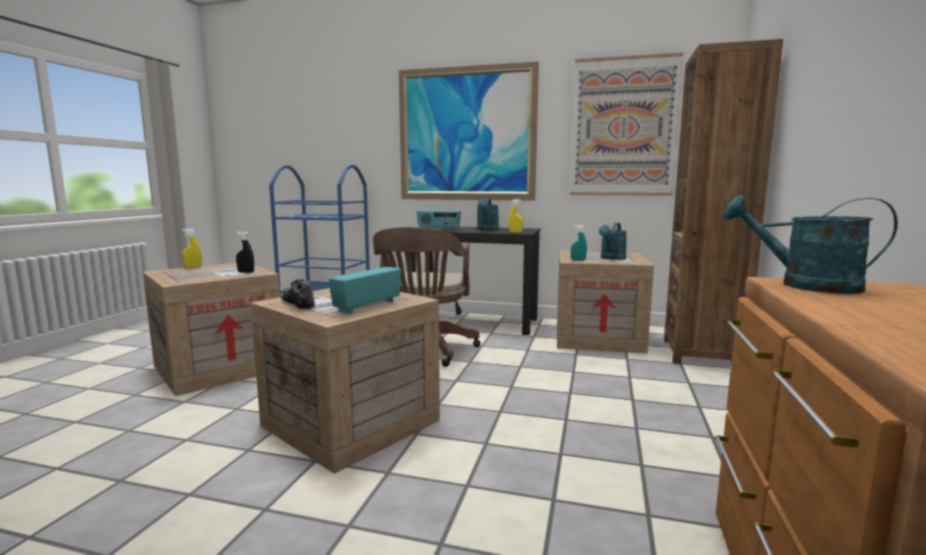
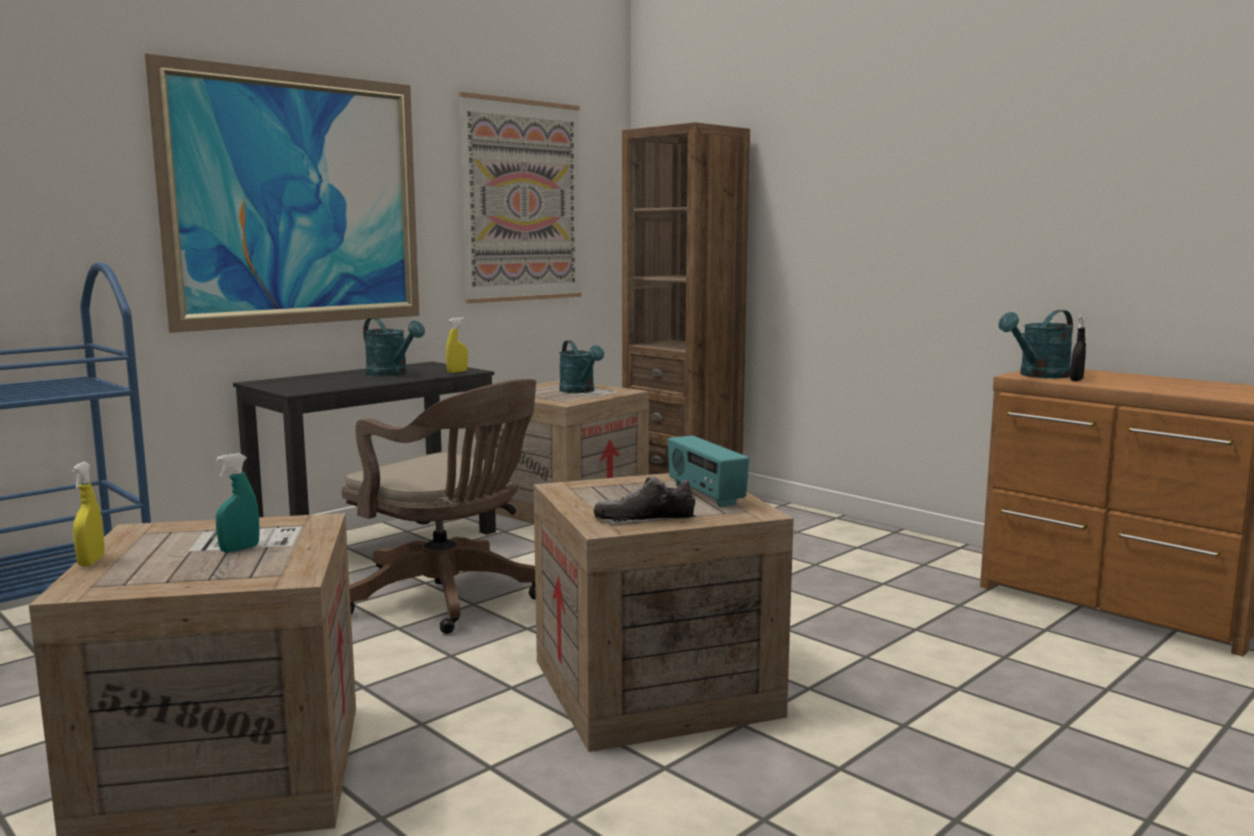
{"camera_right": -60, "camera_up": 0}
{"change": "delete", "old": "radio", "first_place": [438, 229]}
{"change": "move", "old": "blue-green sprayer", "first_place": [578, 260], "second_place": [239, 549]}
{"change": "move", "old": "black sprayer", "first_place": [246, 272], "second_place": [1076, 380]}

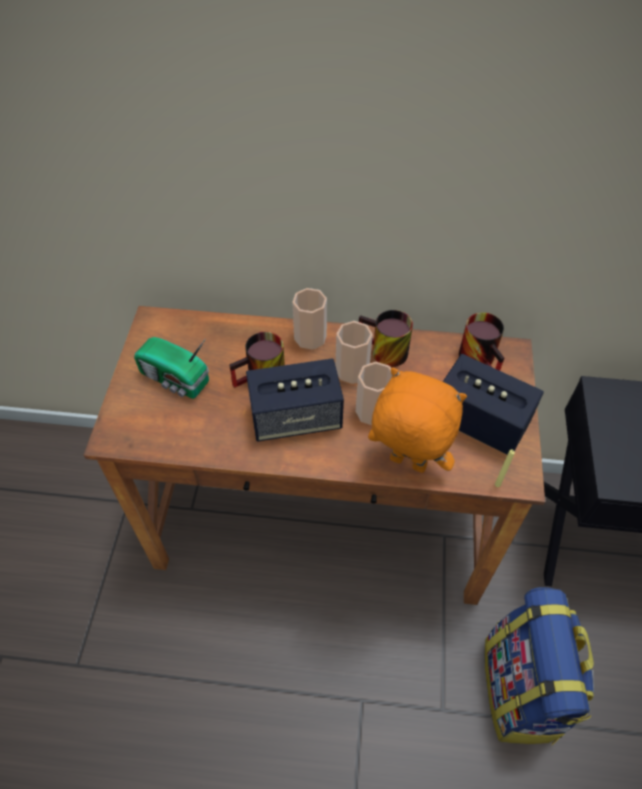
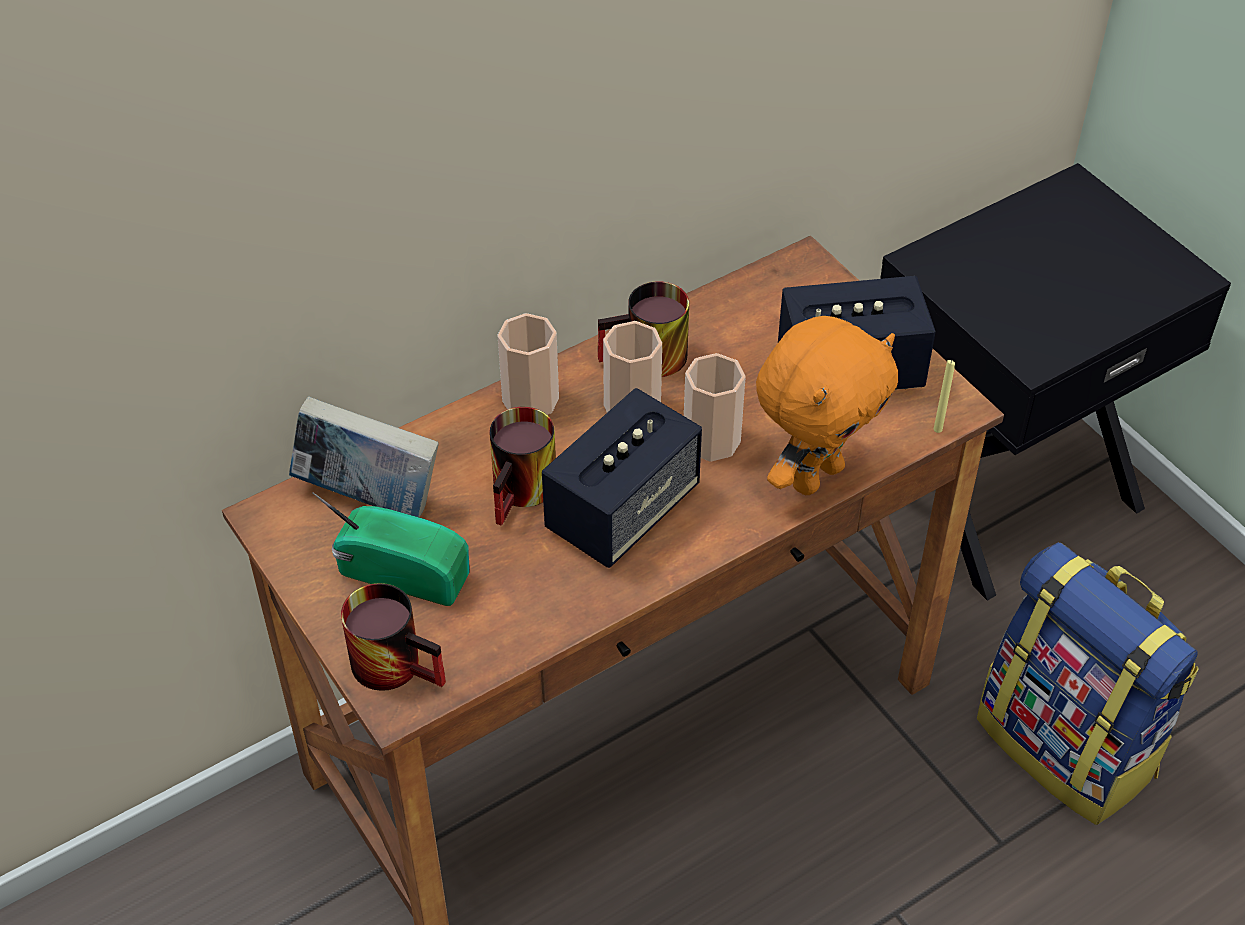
{"camera_right": -40, "camera_up": -5}
{"change": "move", "old": "mug", "first_place": [482, 359], "second_place": [399, 662]}
{"change": "rotate", "old": "radio", "first_place": [175, 380], "second_place": [402, 570], "degrees": -150}
{"change": "rotate", "old": "orange soft toy", "first_place": [406, 464], "second_place": [815, 475], "degrees": 150}
{"change": "insert", "new": "volume", "second_place": [369, 497]}

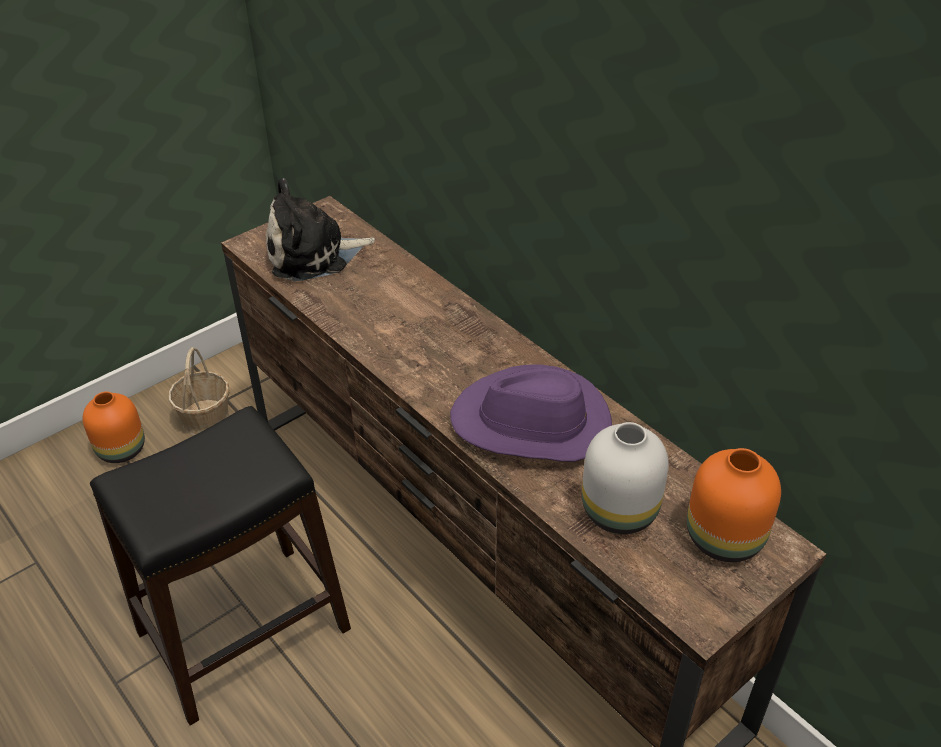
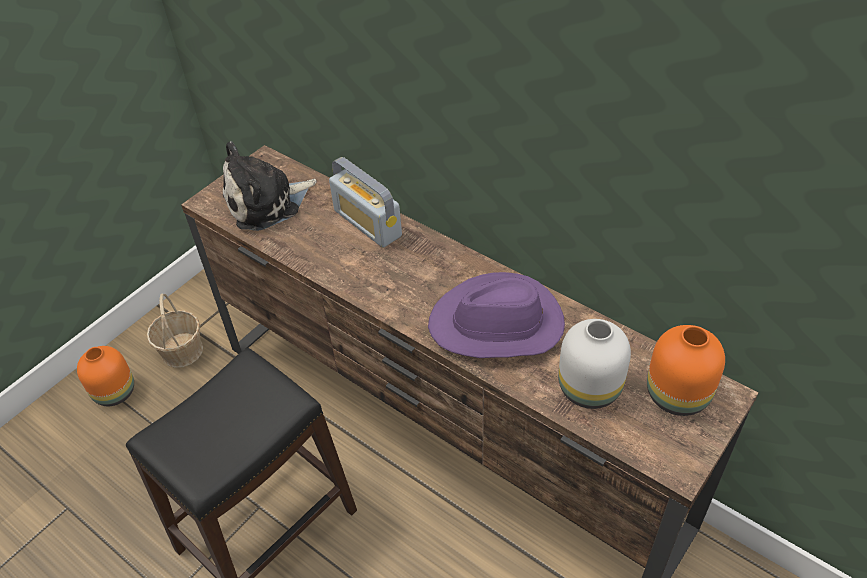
{"camera_right": -10, "camera_up": 5}
{"change": "insert", "new": "radio", "second_place": [367, 223]}

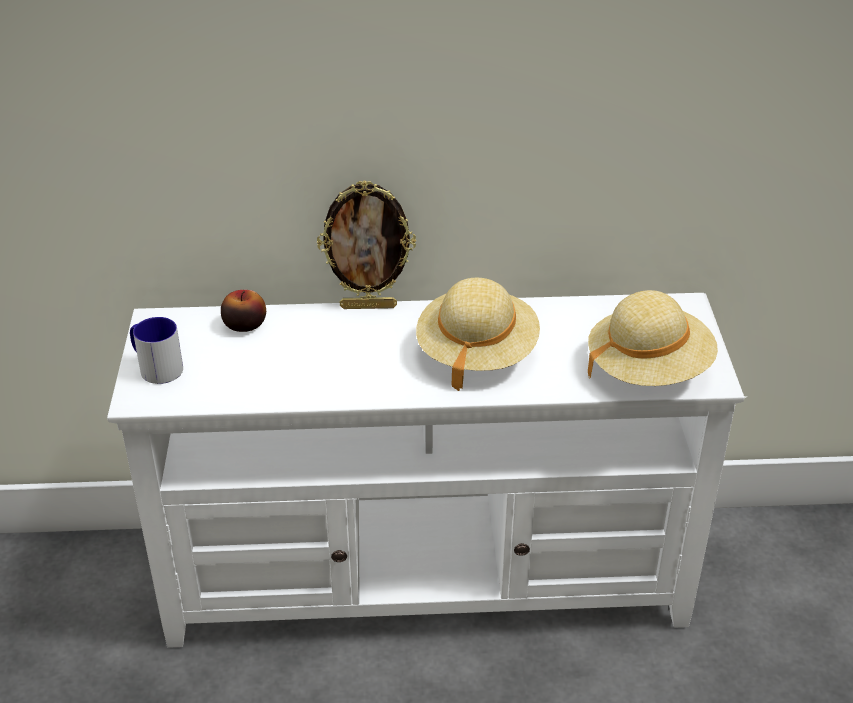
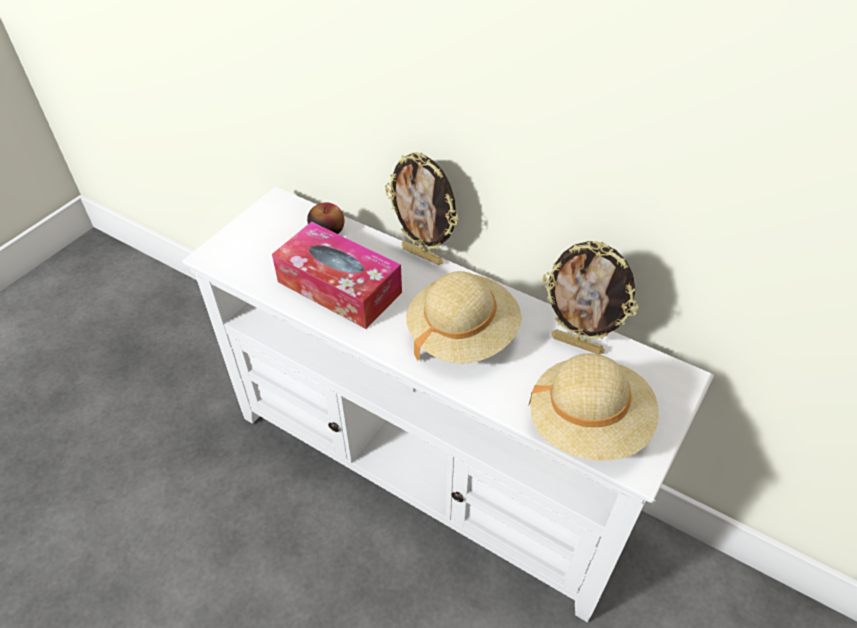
{"camera_right": 35, "camera_up": 10}
{"change": "delete", "old": "mug", "first_place": [156, 367]}
{"change": "insert", "new": "box of tissues", "second_place": [339, 287]}
{"change": "insert", "new": "picture frame", "second_place": [577, 344]}

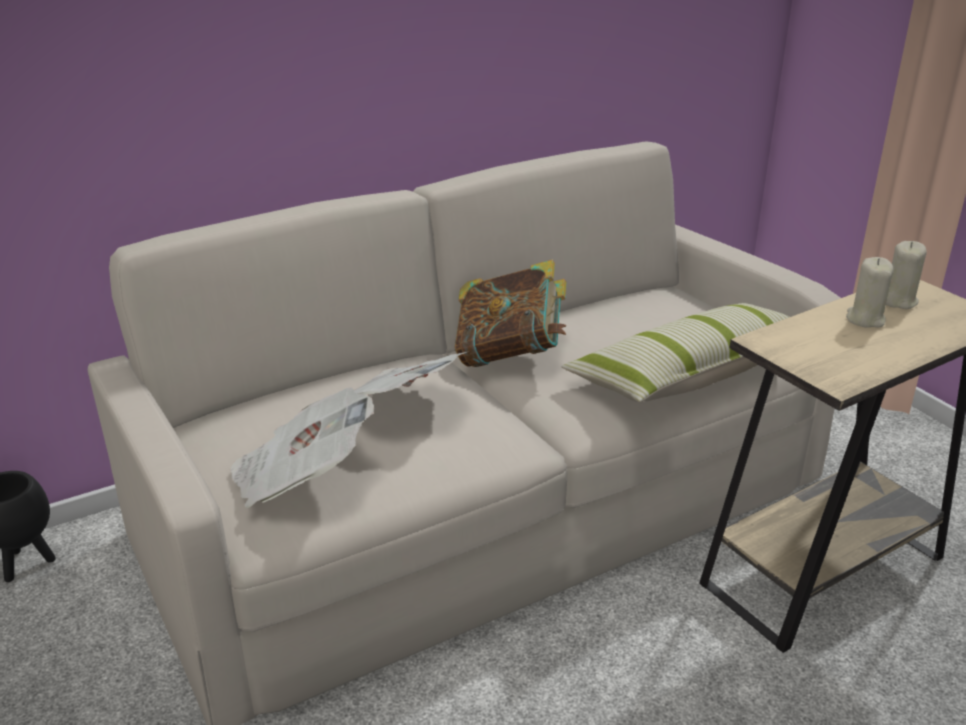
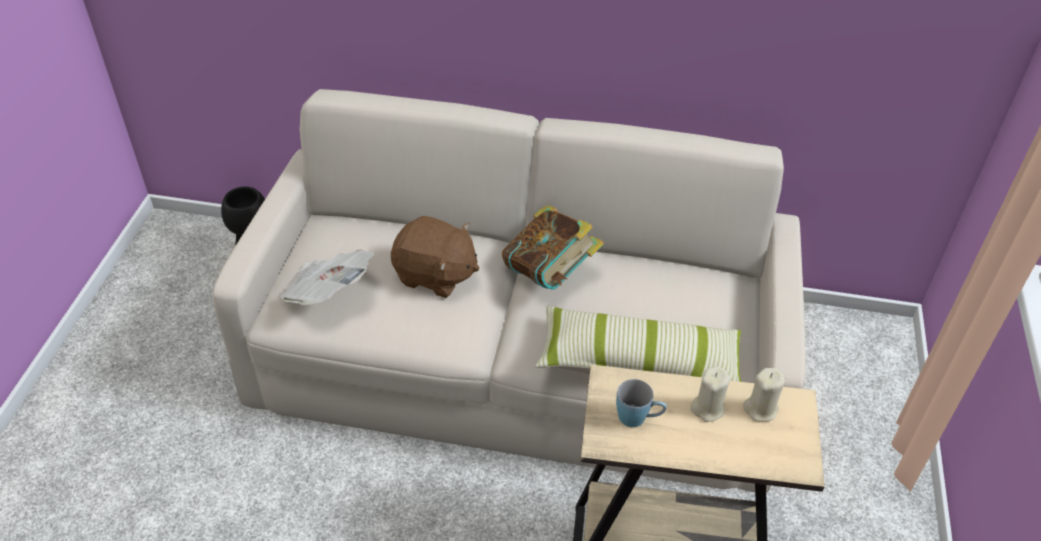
{"camera_right": 40, "camera_up": 15}
{"change": "replace", "old": "printed paper", "new": "brown-coloured soft toy", "first_place": [403, 404], "second_place": [435, 275]}
{"change": "insert", "new": "blue-coloured mug", "second_place": [638, 418]}

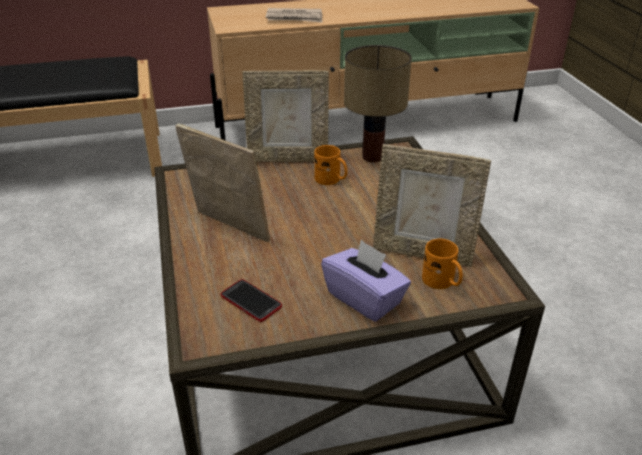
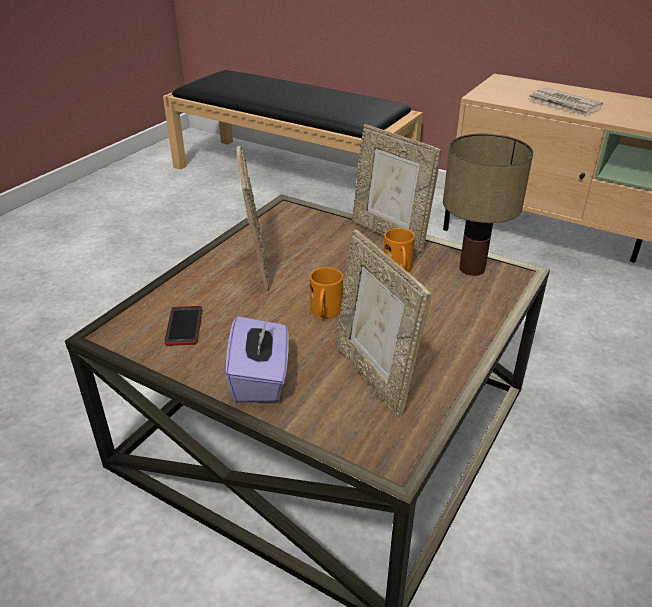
{"camera_right": 45, "camera_up": 0}
{"change": "move", "old": "orange mug", "first_place": [442, 282], "second_place": [325, 313]}

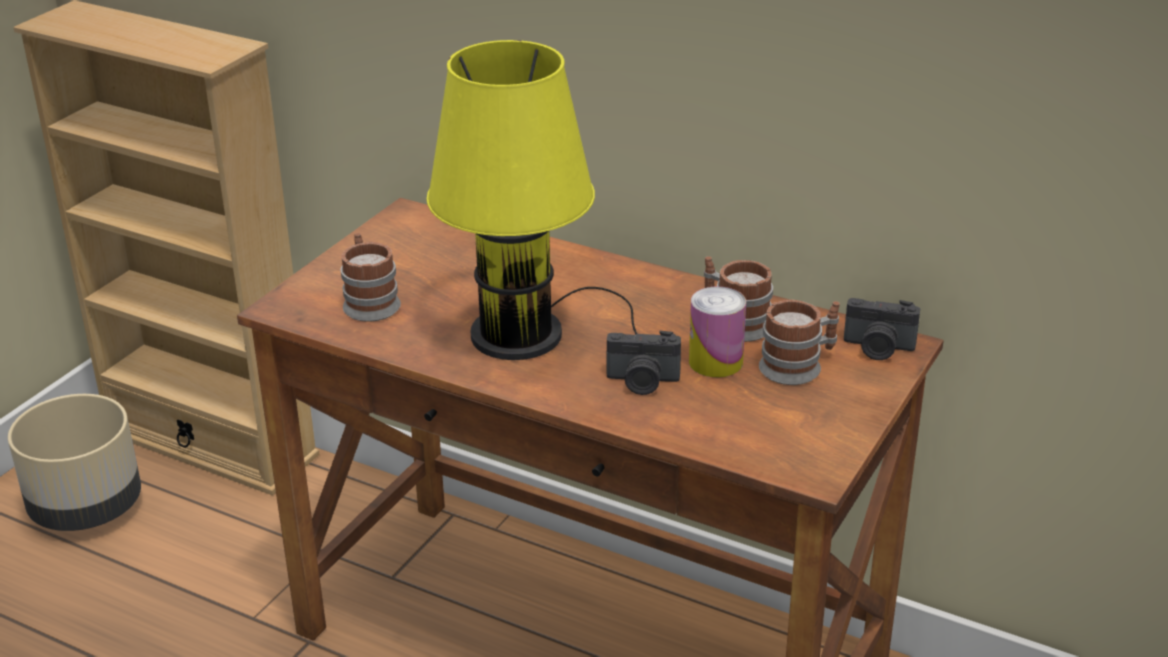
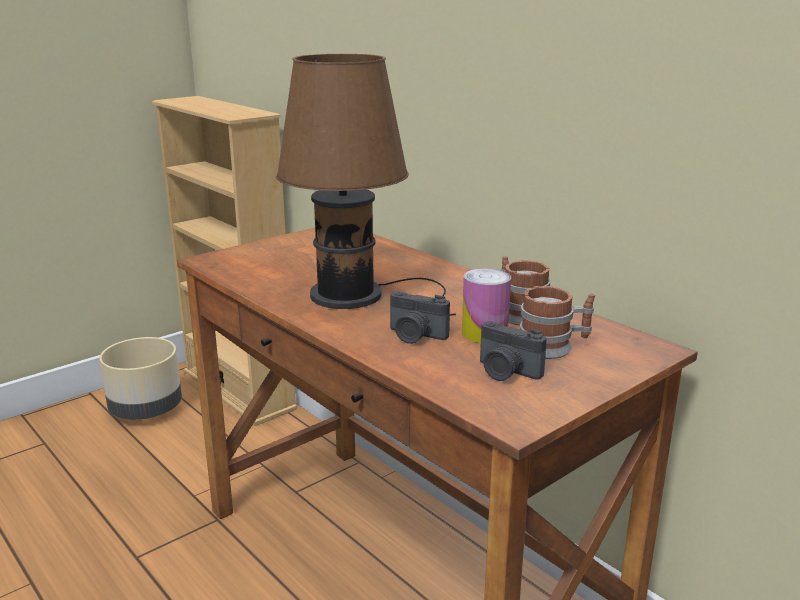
{"camera_right": 20, "camera_up": -10}
{"change": "recolor", "old": "yellow-coloured tabletop lamp", "new": "brown-coloured tabletop lamp", "first_place": [527, 332], "second_place": [355, 295]}
{"change": "delete", "old": "mug", "first_place": [369, 302]}
{"change": "move", "old": "photo camera", "first_place": [878, 348], "second_place": [506, 372]}

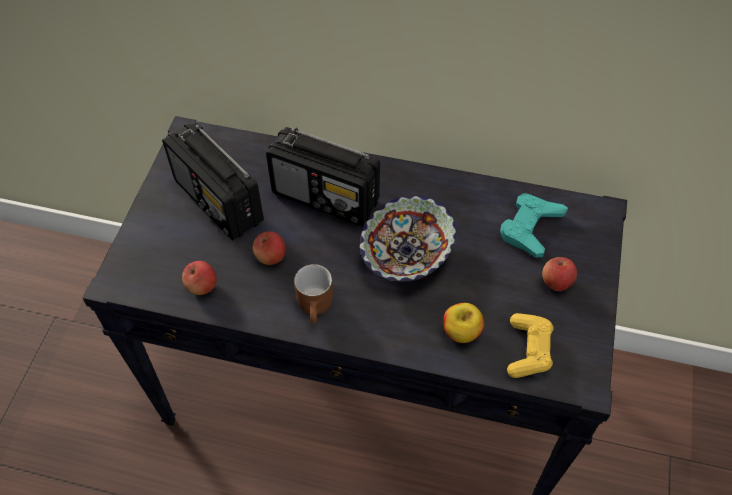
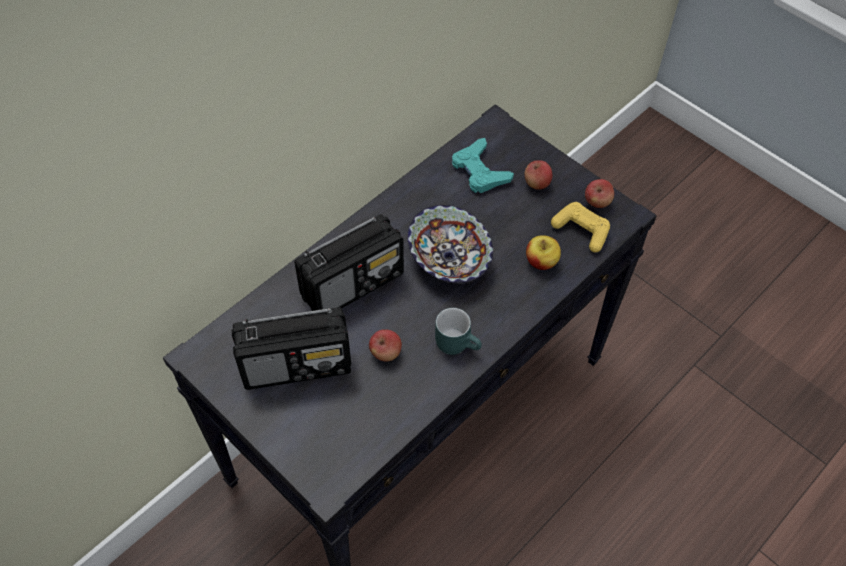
{"camera_right": -60, "camera_up": 0}
{"change": "move", "old": "apple", "first_place": [202, 286], "second_place": [597, 202]}
{"change": "recolor", "old": "brown-coloured mug", "new": "blue-green mug", "first_place": [317, 306], "second_place": [458, 343]}

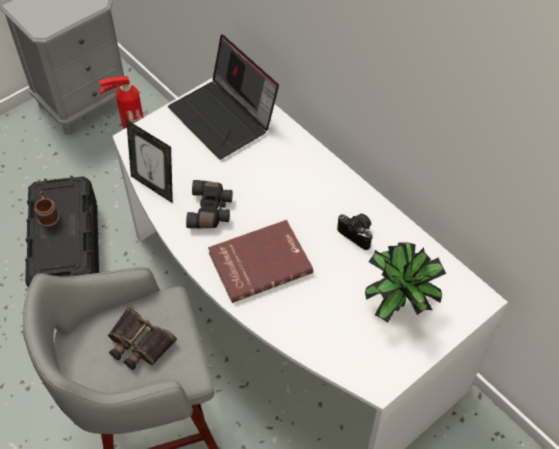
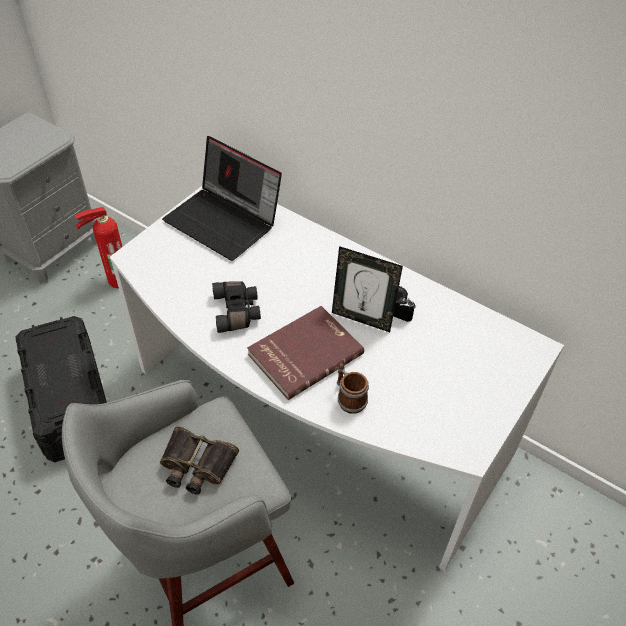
{"camera_right": -15, "camera_up": -5}
{"change": "move", "old": "picture frame", "first_place": [154, 186], "second_place": [362, 318]}
{"change": "move", "old": "mug", "first_place": [49, 217], "second_place": [349, 398]}
{"change": "delete", "old": "potted plant", "first_place": [399, 303]}

